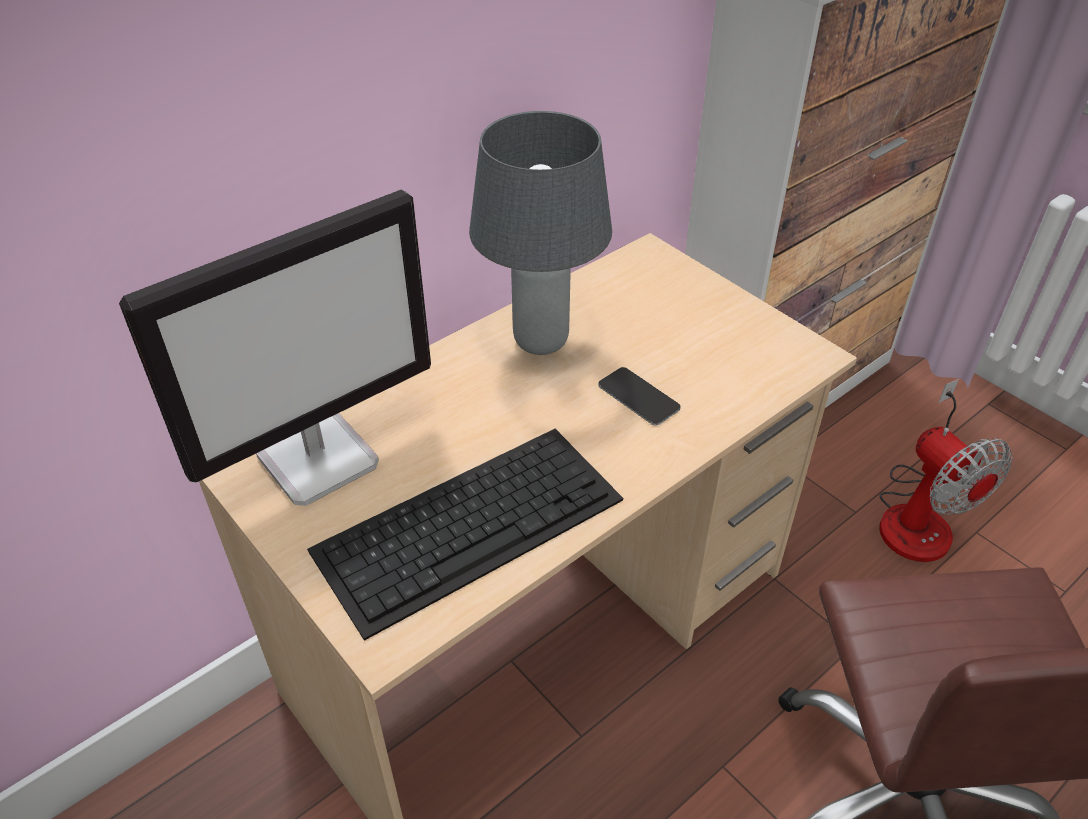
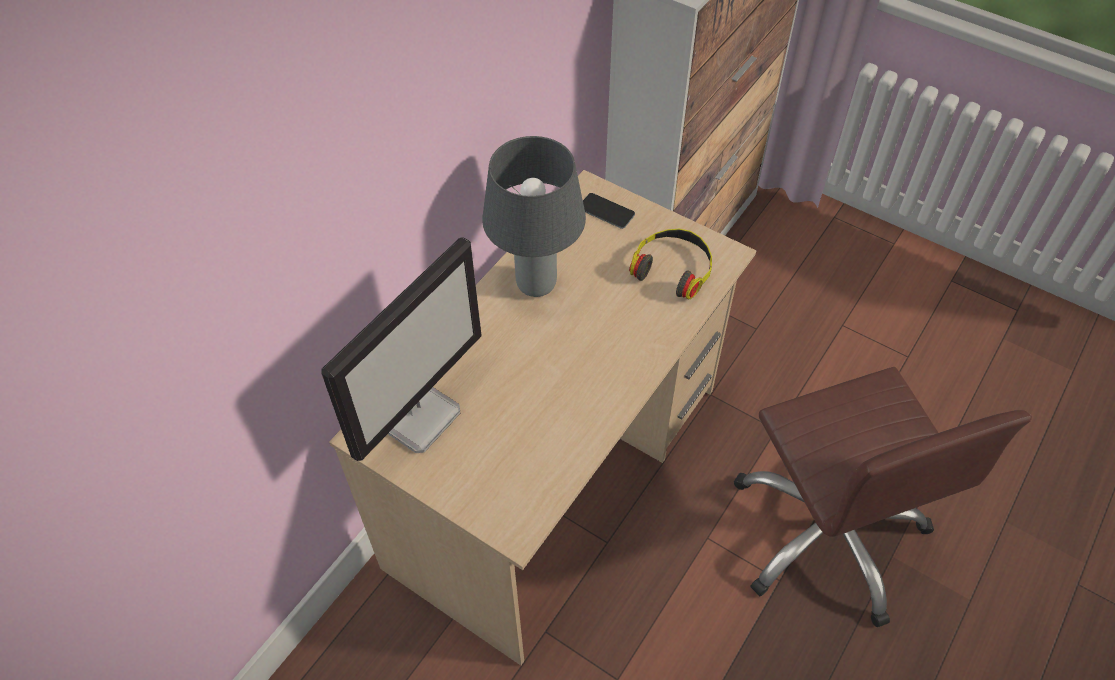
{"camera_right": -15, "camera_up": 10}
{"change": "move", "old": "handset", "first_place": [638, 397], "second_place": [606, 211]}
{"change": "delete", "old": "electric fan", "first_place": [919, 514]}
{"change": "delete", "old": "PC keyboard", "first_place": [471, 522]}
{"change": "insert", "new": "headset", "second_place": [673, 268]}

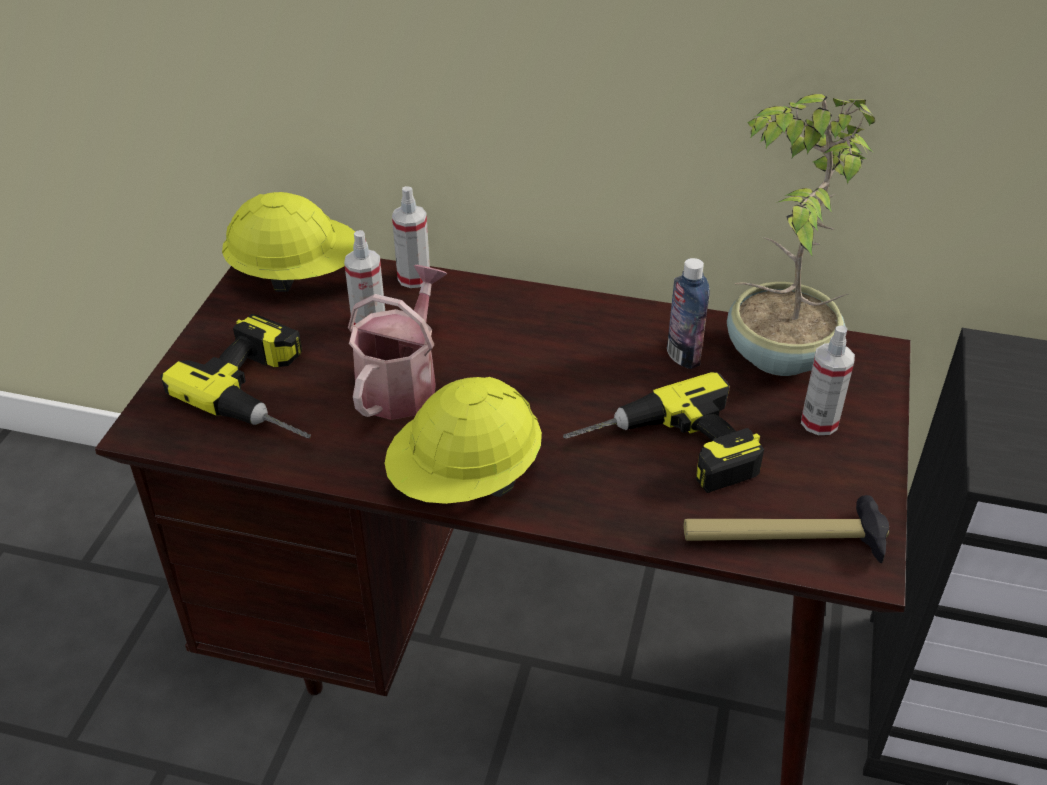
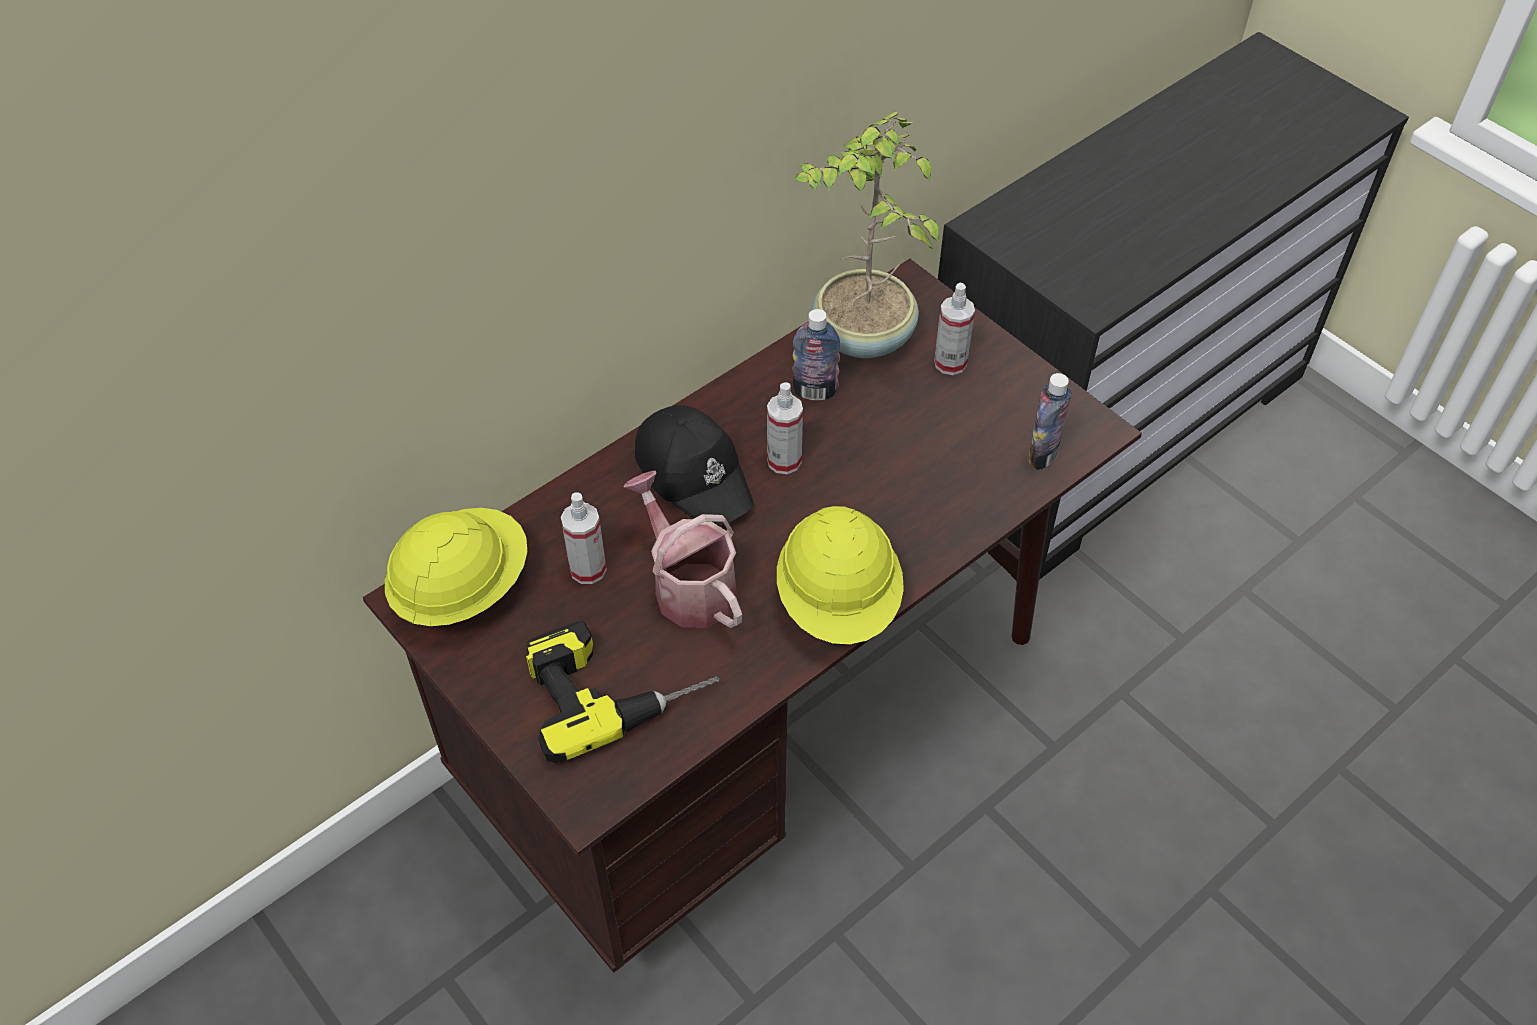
{"camera_right": -55, "camera_up": 10}
{"change": "move", "old": "sprayer", "first_place": [414, 278], "second_place": [784, 461]}
{"change": "delete", "old": "drill", "first_place": [666, 453]}
{"change": "replace", "old": "tool hammer", "new": "beverage bottle", "first_place": [783, 539], "second_place": [1042, 455]}
{"change": "insert", "new": "black cap", "second_place": [694, 474]}

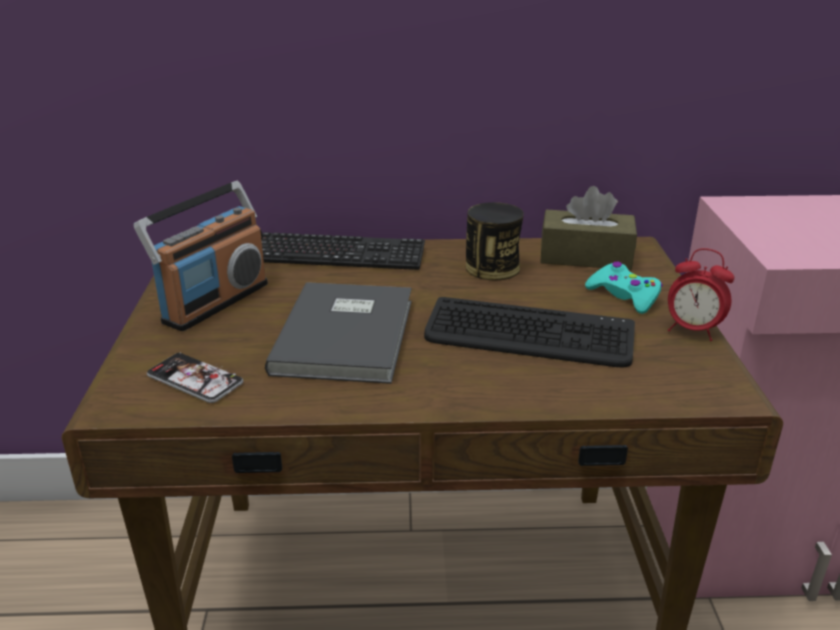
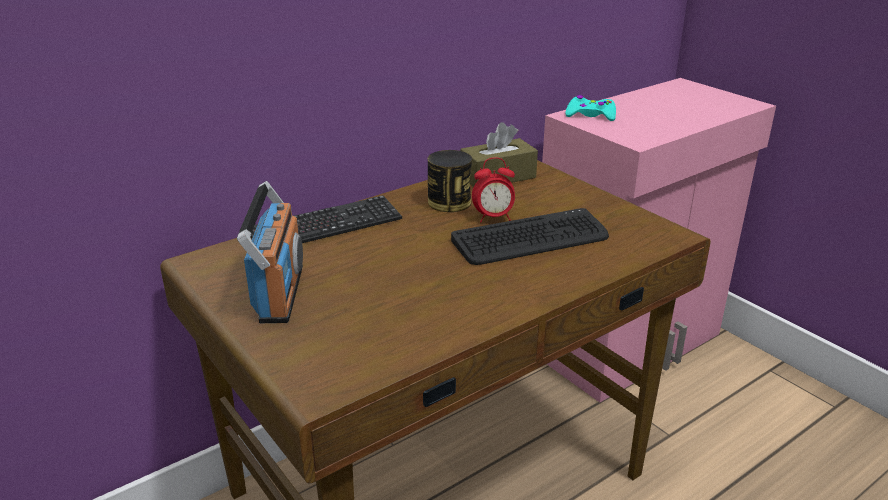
{"camera_right": -35, "camera_up": 0}
{"change": "move", "old": "alarm clock", "first_place": [692, 331], "second_place": [493, 218]}
{"change": "move", "old": "blue-green game controller", "first_place": [624, 296], "second_place": [590, 115]}
{"change": "delete", "old": "gray volume", "first_place": [349, 334]}
{"change": "delete", "old": "handset", "first_place": [195, 379]}

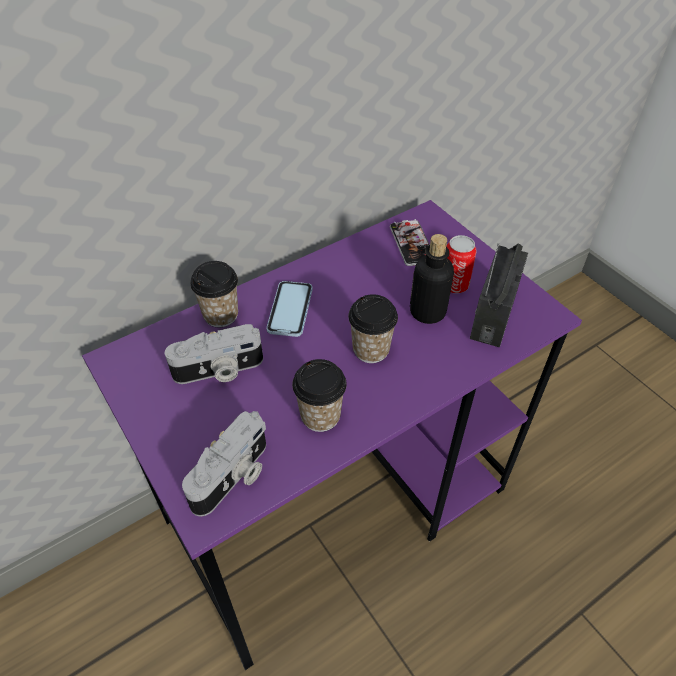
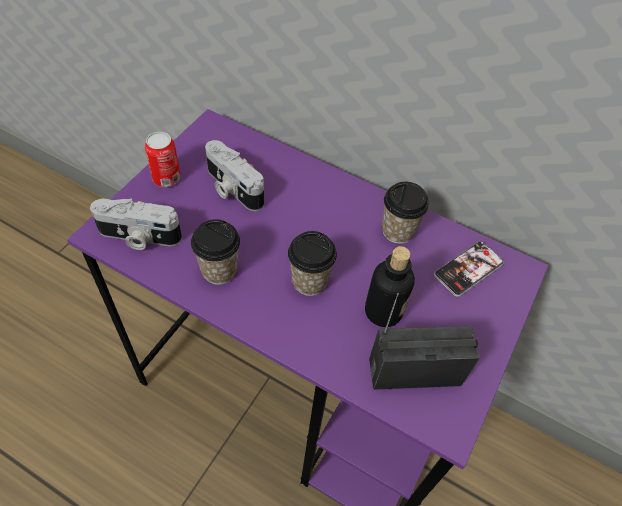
{"camera_right": 60, "camera_up": 5}
{"change": "move", "old": "can", "first_place": [454, 285], "second_place": [166, 178]}
{"change": "move", "old": "cup", "first_place": [221, 315], "second_place": [397, 231]}
{"change": "delete", "old": "handset", "first_place": [290, 310]}

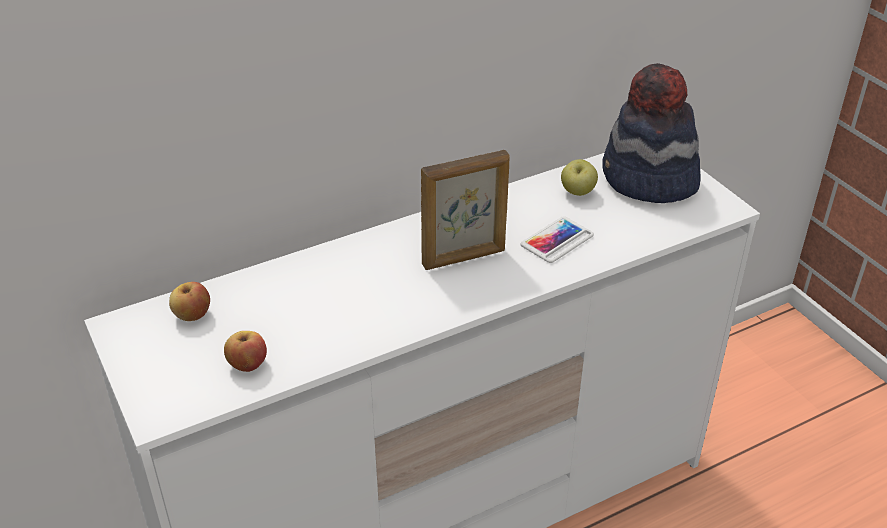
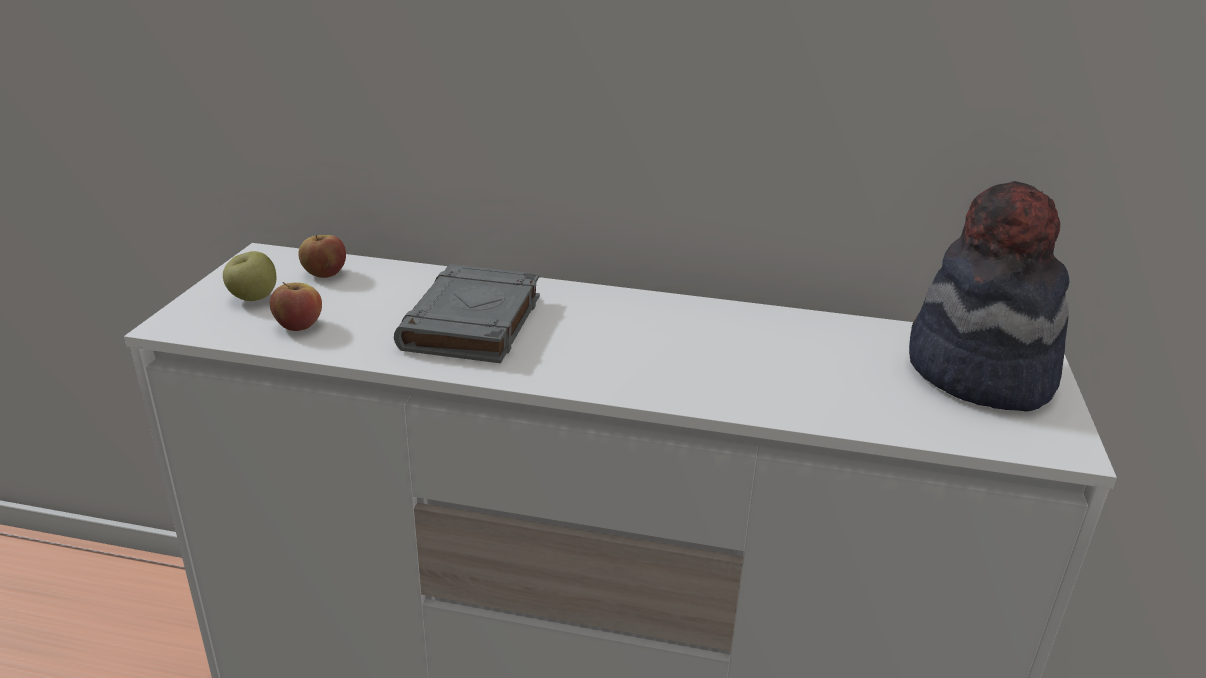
{"camera_right": 40, "camera_up": -10}
{"change": "delete", "old": "picture frame", "first_place": [464, 258]}
{"change": "move", "old": "apple", "first_place": [577, 192], "second_place": [253, 298]}
{"change": "delete", "old": "handset", "first_place": [557, 240]}
{"change": "insert", "new": "gray volume", "second_place": [472, 324]}

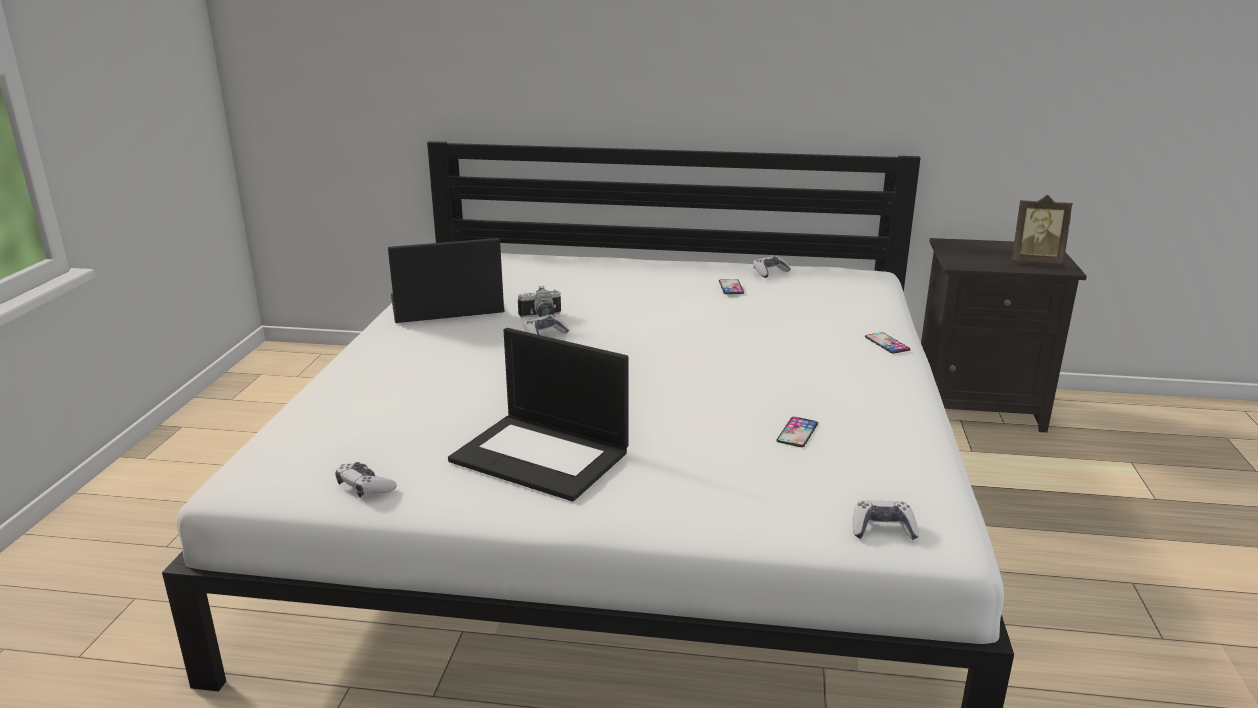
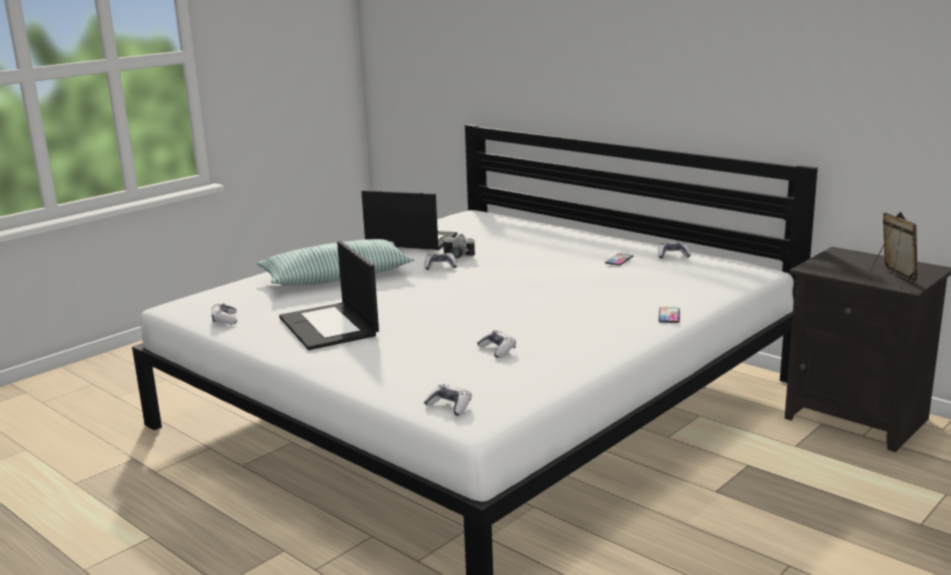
{"camera_right": 35, "camera_up": -5}
{"change": "rotate", "old": "picture frame", "first_place": [1035, 261], "second_place": [891, 277], "degrees": -150}
{"change": "replace", "old": "handset", "new": "game controller", "first_place": [797, 432], "second_place": [497, 350]}
{"change": "insert", "new": "pillow", "second_place": [337, 277]}

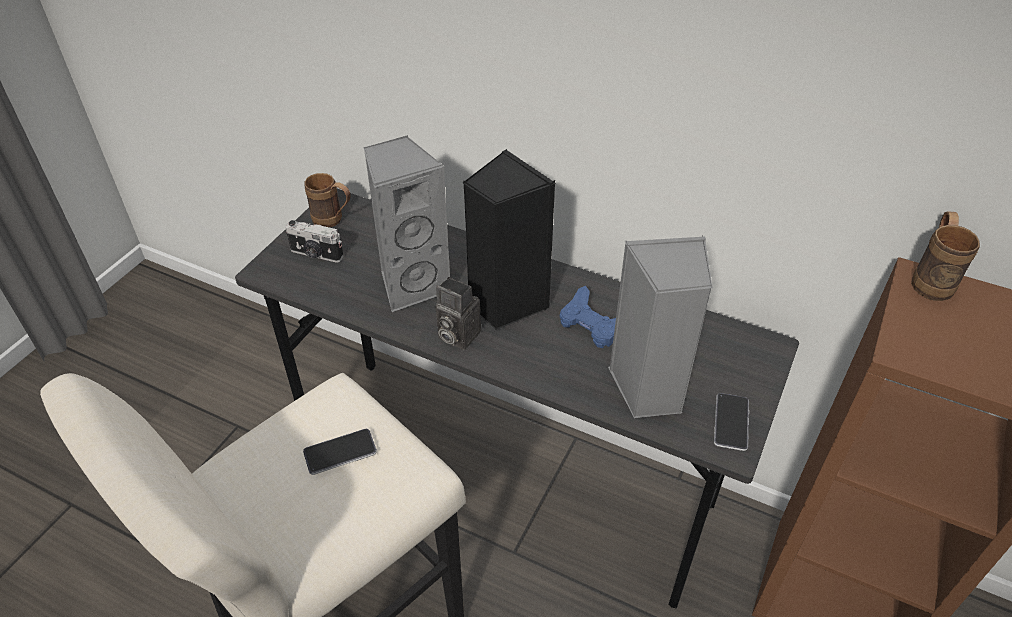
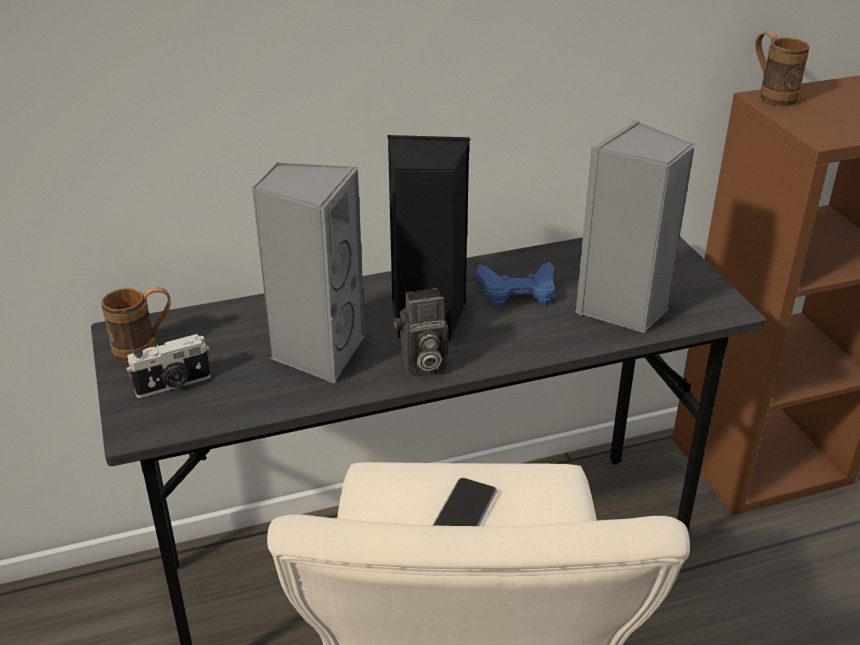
{"camera_right": -45, "camera_up": -10}
{"change": "delete", "old": "handset", "first_place": [731, 422]}

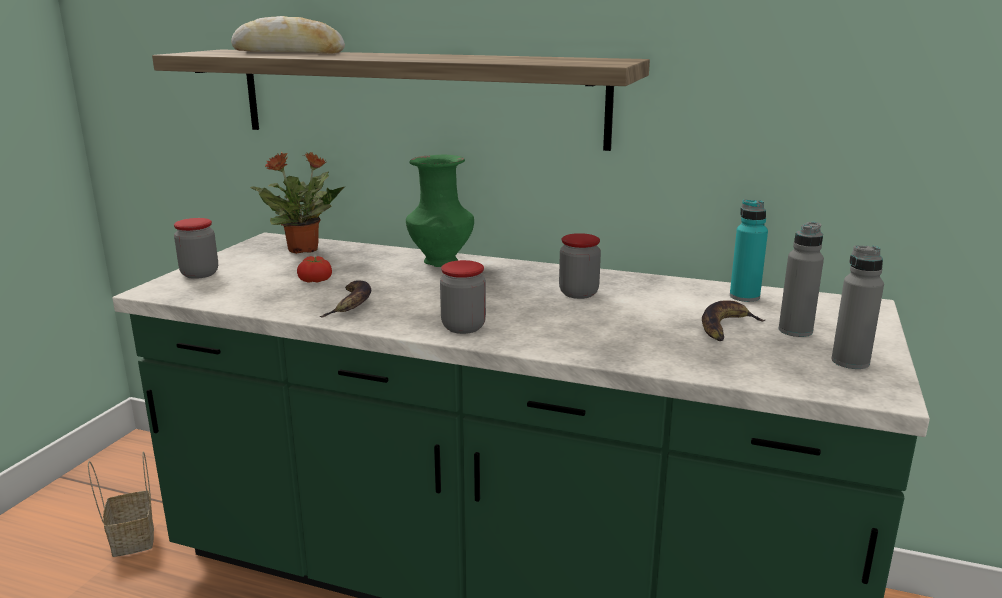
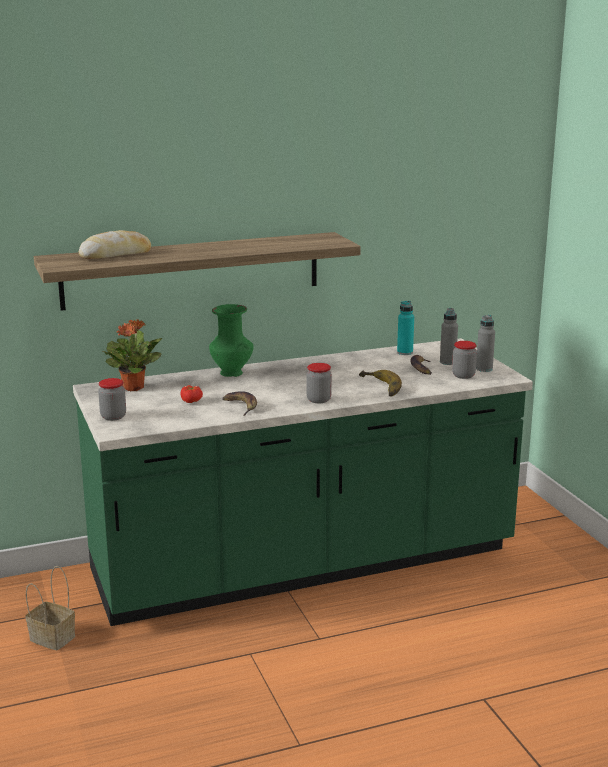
{"camera_right": -40, "camera_up": 0}
{"change": "move", "old": "preserve jar", "first_place": [578, 293], "second_place": [463, 375]}
{"change": "insert", "new": "whole banana", "second_place": [379, 387]}

